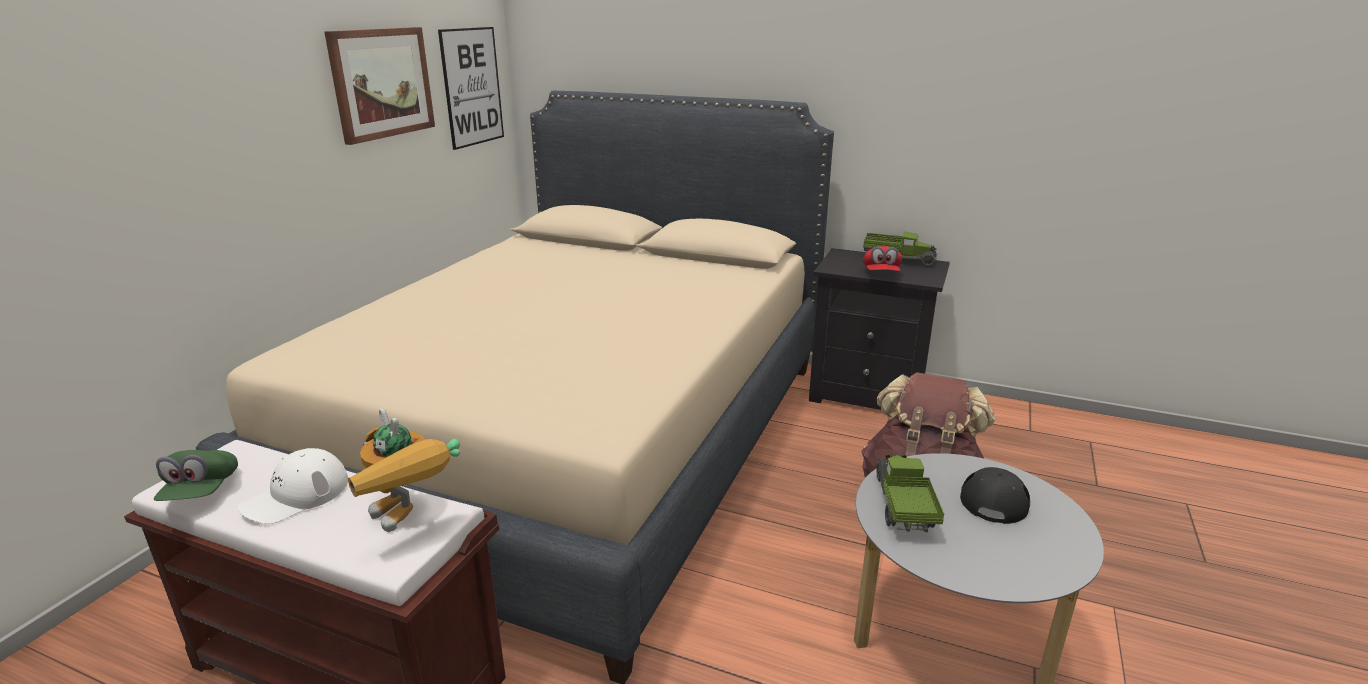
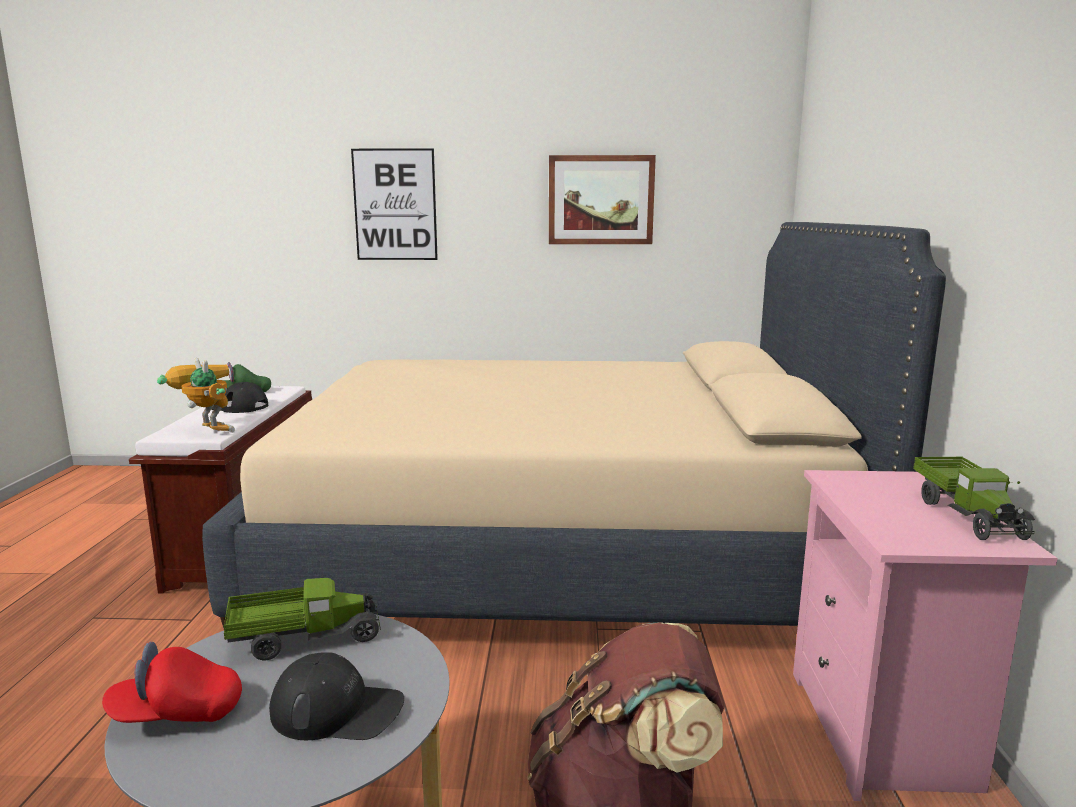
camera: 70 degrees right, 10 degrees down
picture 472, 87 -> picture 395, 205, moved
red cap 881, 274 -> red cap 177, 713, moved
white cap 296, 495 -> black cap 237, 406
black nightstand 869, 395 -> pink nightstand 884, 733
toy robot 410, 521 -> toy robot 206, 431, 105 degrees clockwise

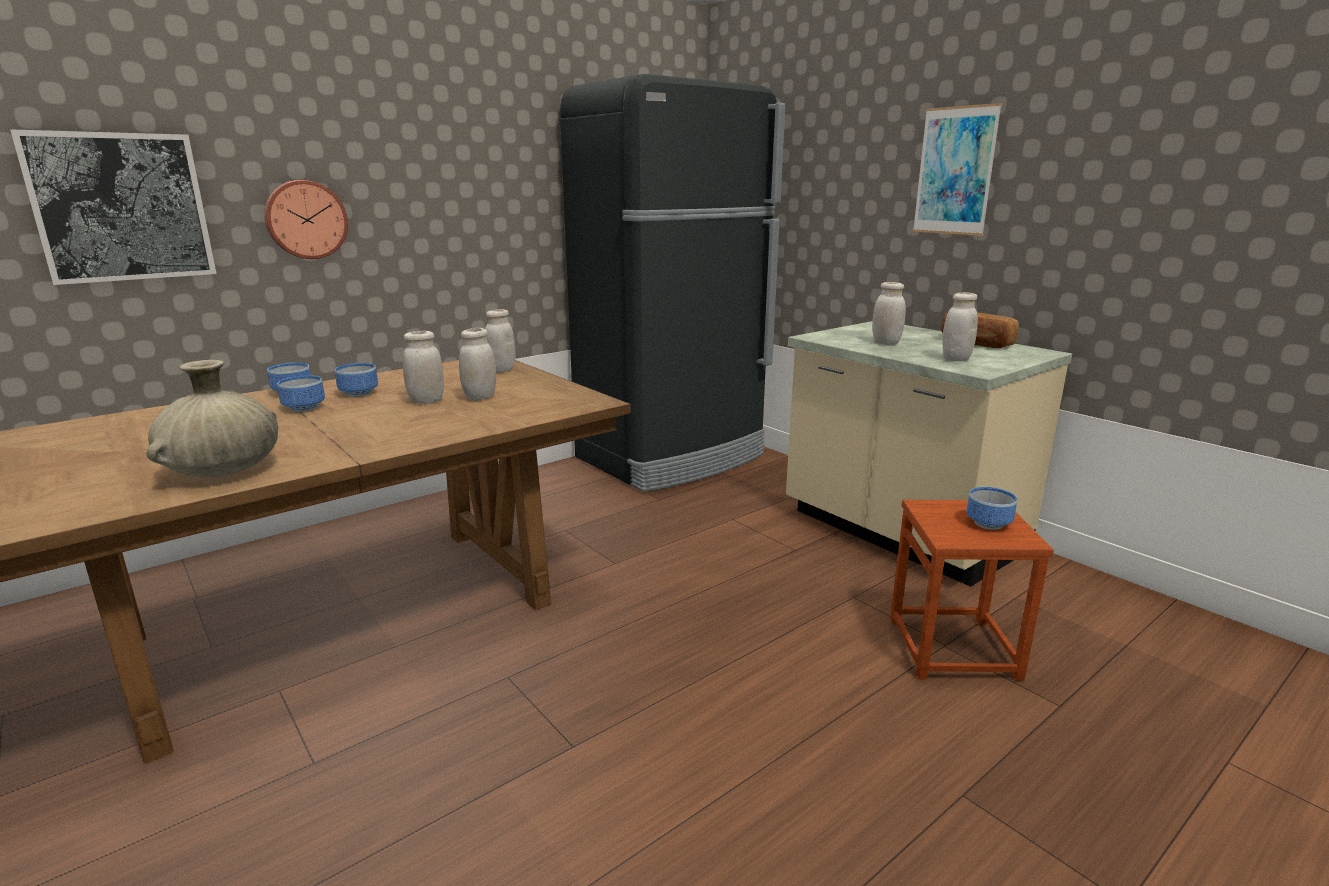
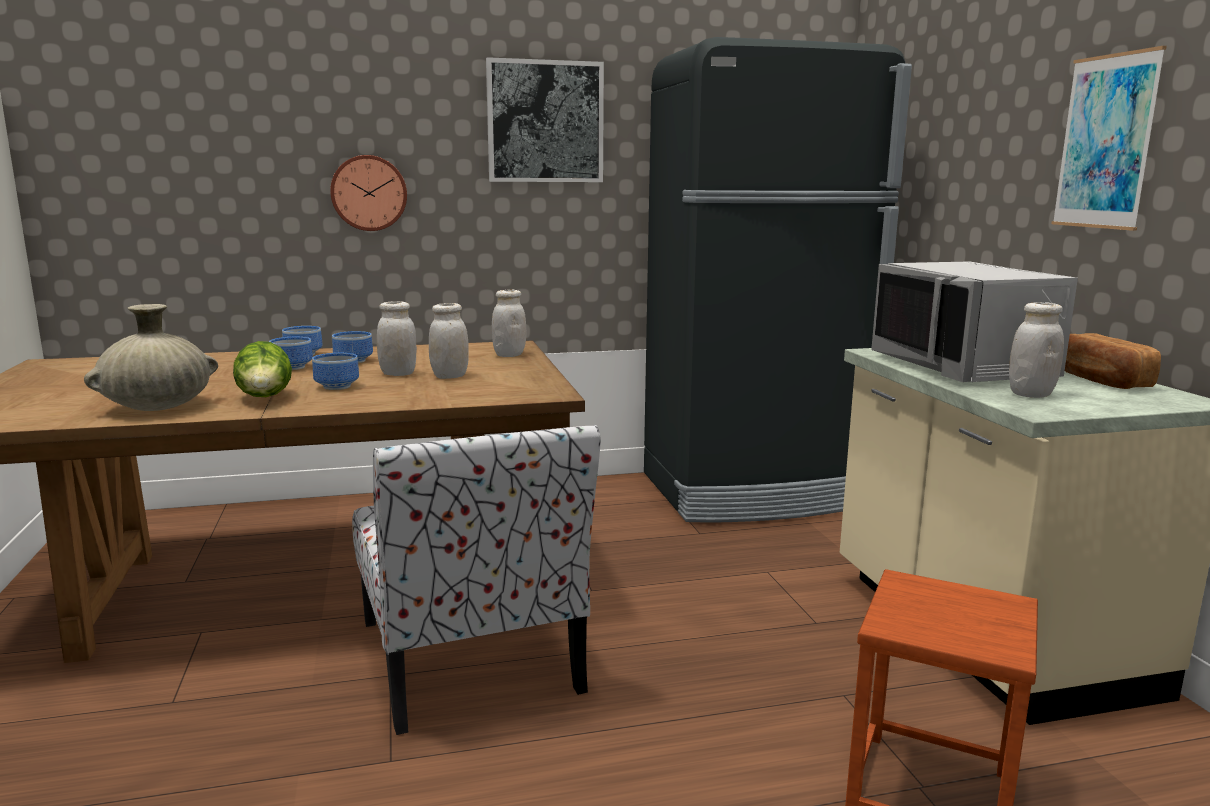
camera: 25 degrees right, 5 degrees down
none -> lettuce 265, 398
none -> chair 470, 659
picture 121, 207 -> picture 545, 122, moved
bowl 986, 523 -> bowl 336, 386, moved
white jar 886, 343 -> grey microwave 964, 367

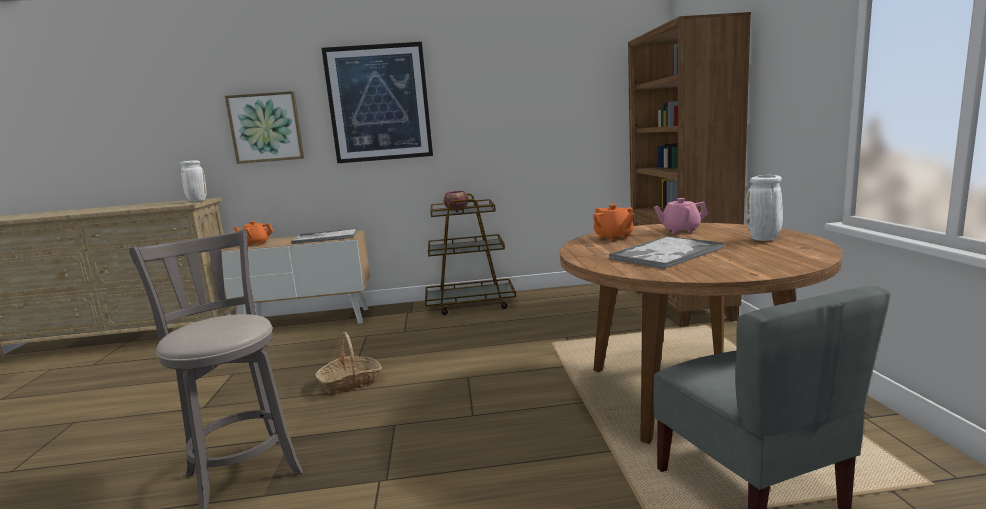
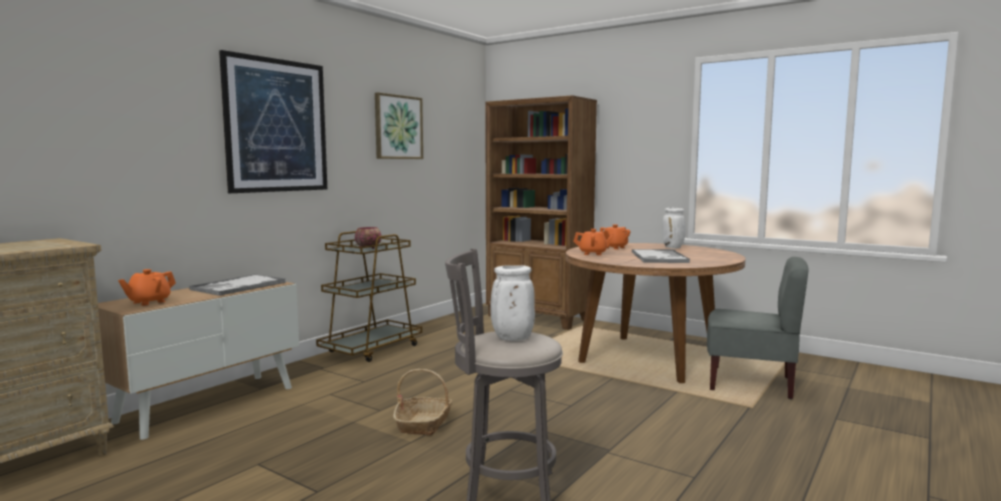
camera: 50 degrees left, 5 degrees down
white vase 197, 201 -> white vase 511, 338, moved
picture 266, 127 -> picture 398, 127, moved
pink teapot 680, 230 -> orange teapot 614, 247

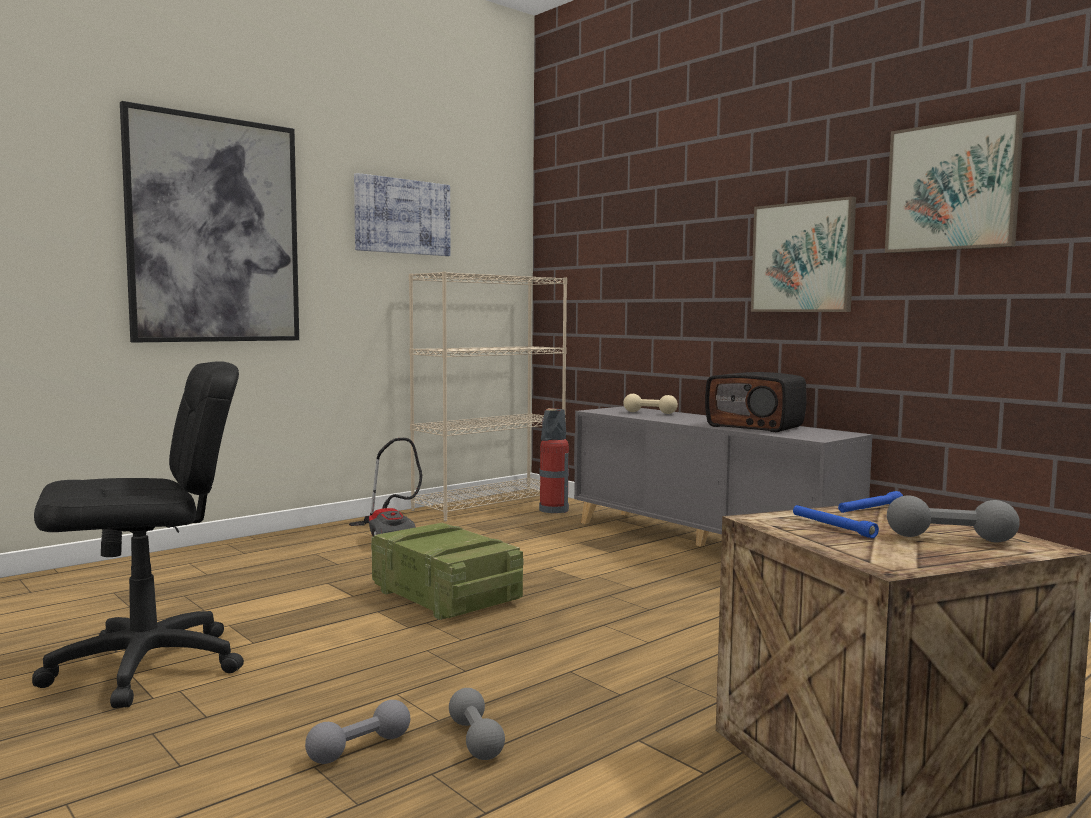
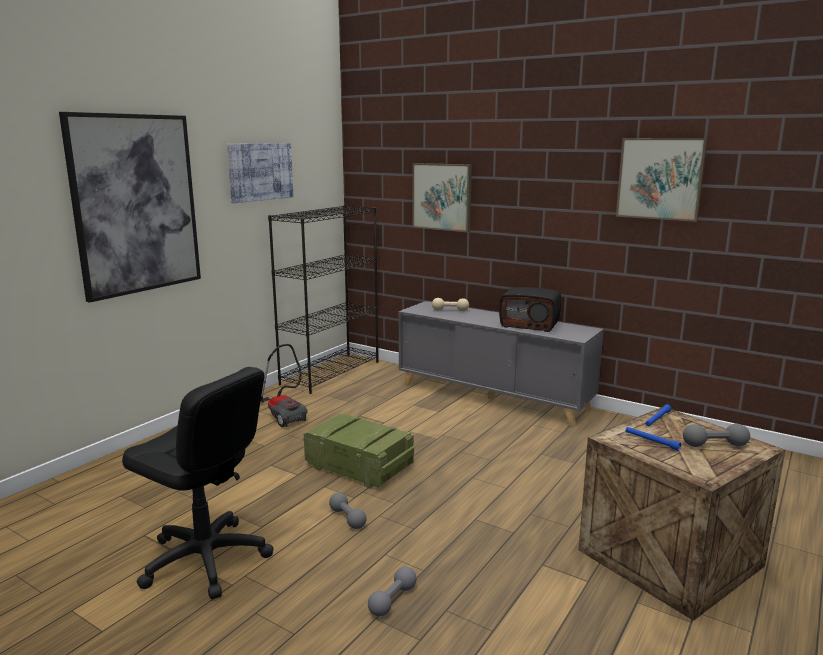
camera: 15 degrees left, 10 degrees up
fire extinguisher 552, 510 -> none
grey dumbbell 475, 740 -> grey dumbbell 347, 518, moved
picture 802, 257 -> picture 442, 197, moved
beige bookcase 490, 504 -> black bookcase 331, 372
black office chair 147, 667 -> black office chair 205, 560, 75 degrees clockwise

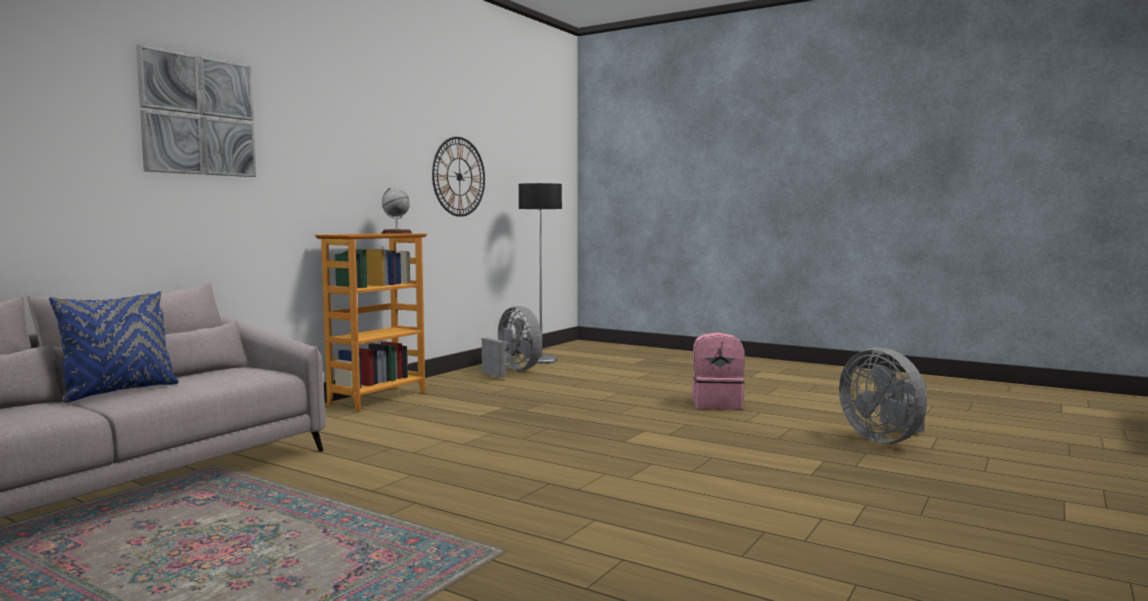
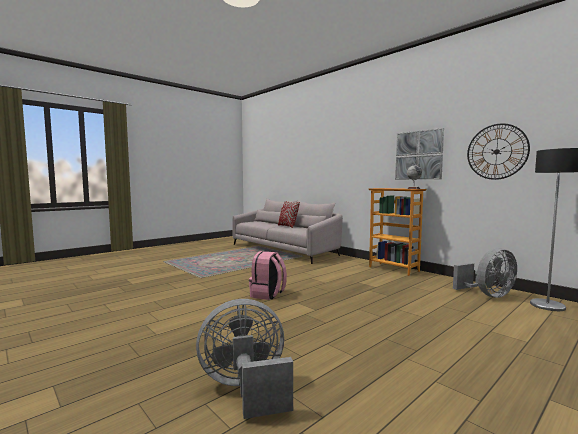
camera: 105 degrees right, 0 degrees up
picture 198, 115 -> picture 418, 155, moved
pink backpack 717, 404 -> pink backpack 267, 295, moved
blue pillow 119, 391 -> red pillow 287, 226

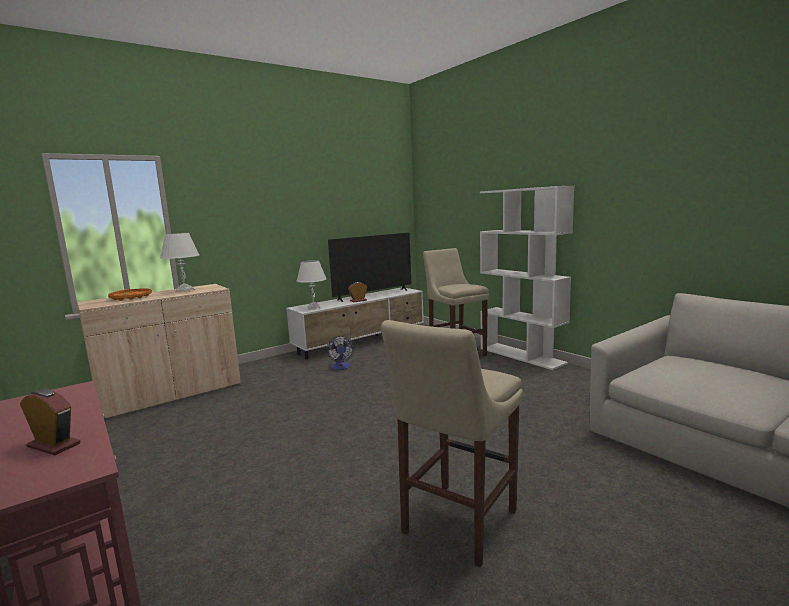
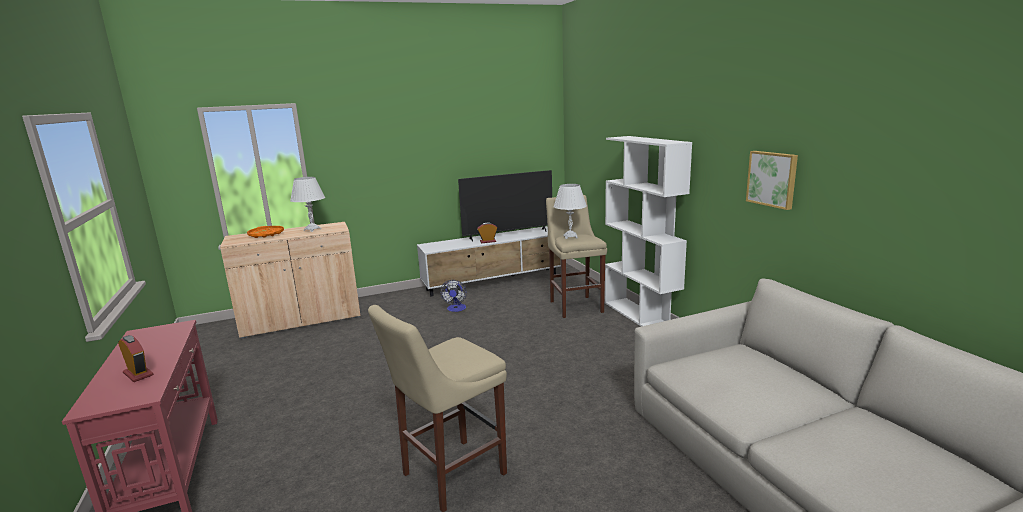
camera: 15 degrees right, 5 degrees up
none -> picture 772, 179
white table lamp 313, 308 -> white table lamp 570, 237, moved

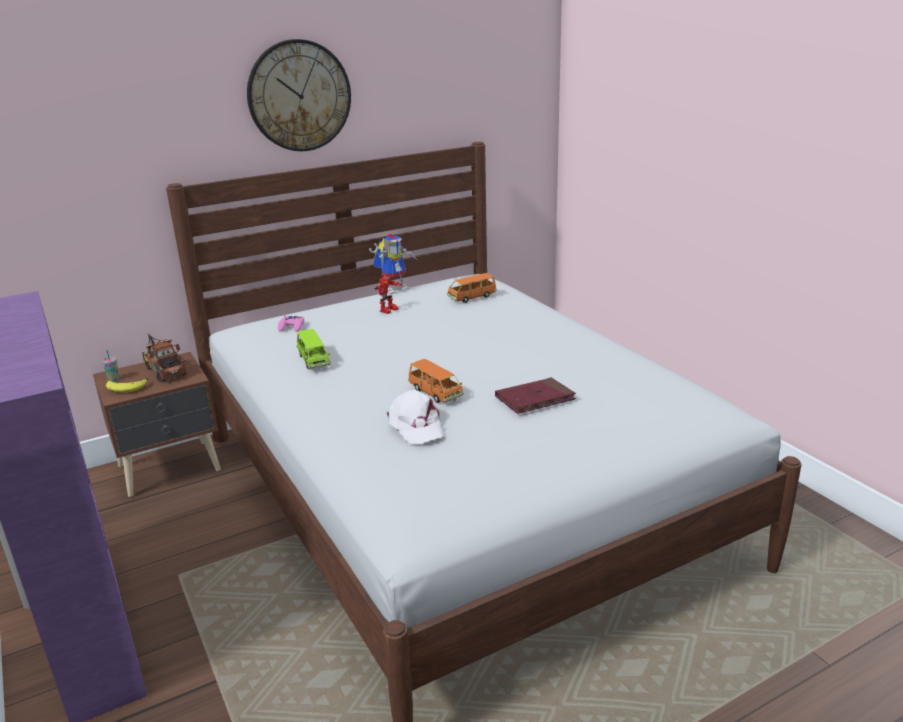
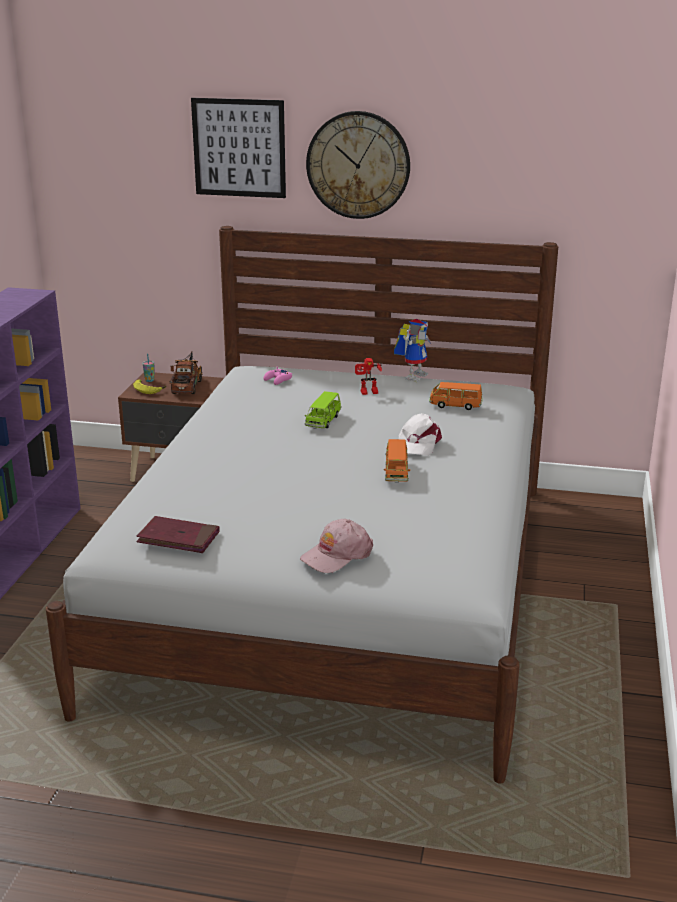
camera: 40 degrees right, 0 degrees up
none -> picture 239, 148
none -> pink cap 337, 555
green toy car 313, 360 -> green toy car 323, 421, moved
white cap 416, 426 -> white cap 418, 443, moved
orange toy car 435, 393 -> orange toy car 396, 473, moved
red book 535, 399 -> red book 178, 538, moved
toy robot 395, 288 -> toy robot 413, 375, 60 degrees counterclockwise

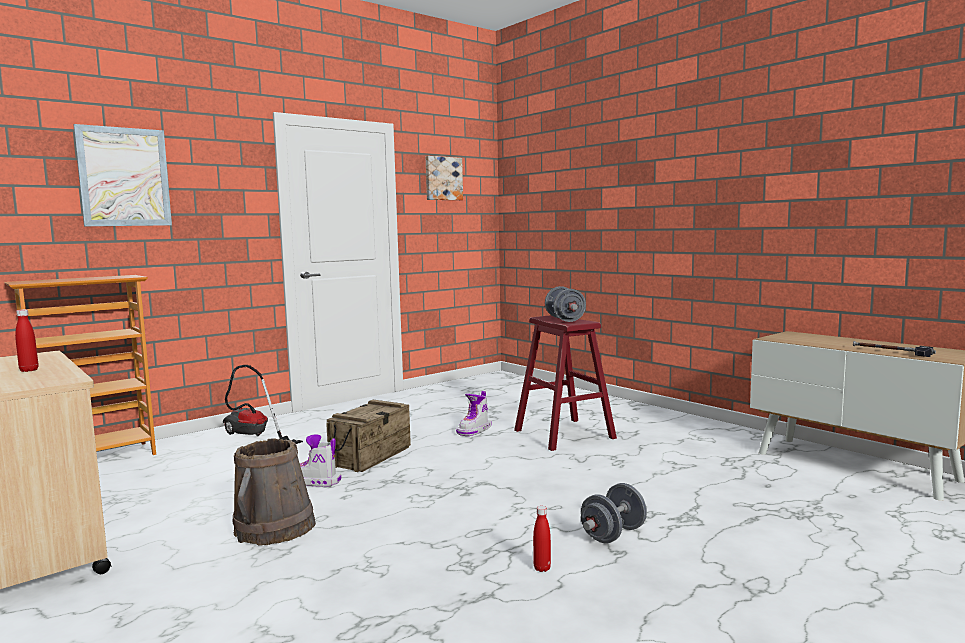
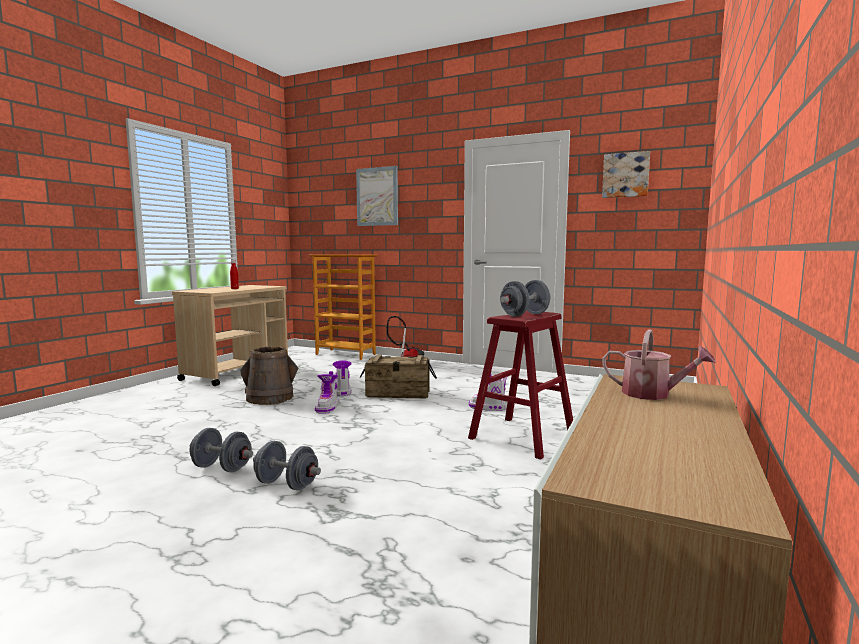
camera: 65 degrees right, 0 degrees up
hammer 891, 352 -> none
none -> boot 328, 407
none -> watering can 653, 394
red bottle 542, 568 -> grey dumbbell 222, 468

